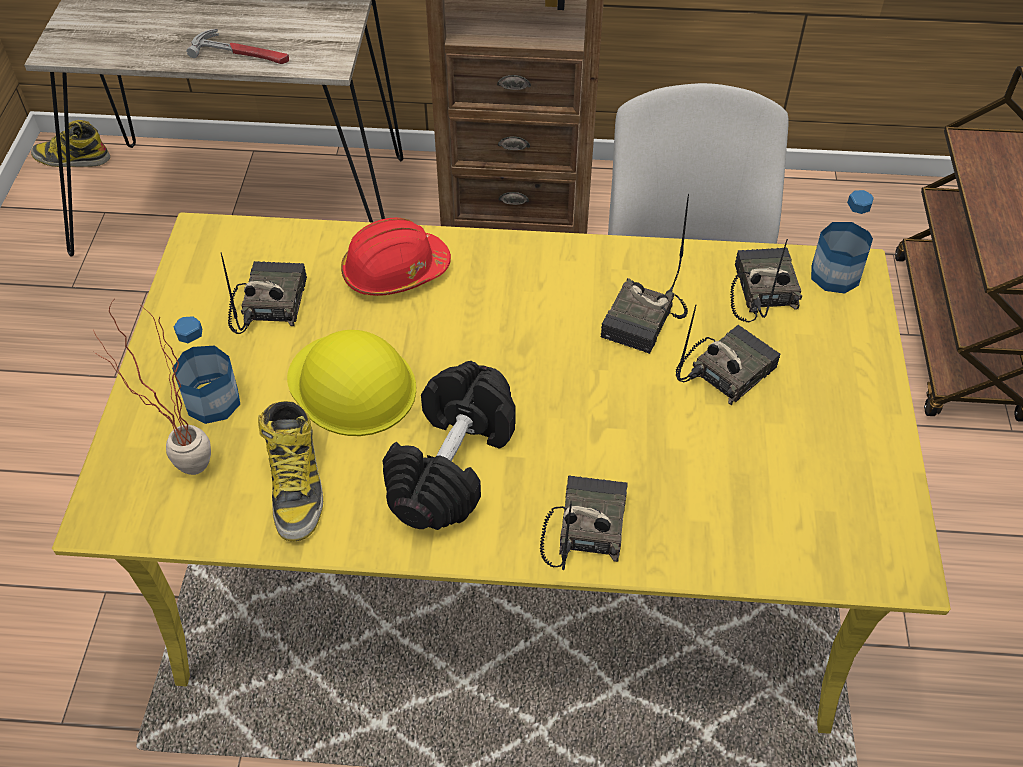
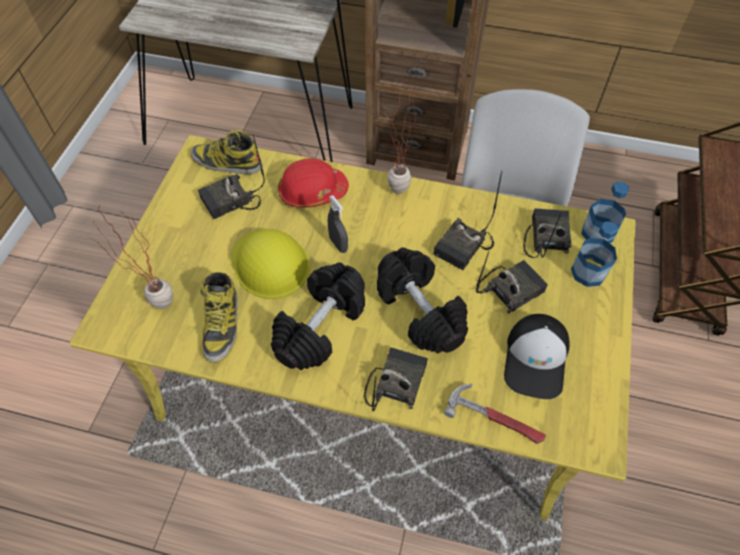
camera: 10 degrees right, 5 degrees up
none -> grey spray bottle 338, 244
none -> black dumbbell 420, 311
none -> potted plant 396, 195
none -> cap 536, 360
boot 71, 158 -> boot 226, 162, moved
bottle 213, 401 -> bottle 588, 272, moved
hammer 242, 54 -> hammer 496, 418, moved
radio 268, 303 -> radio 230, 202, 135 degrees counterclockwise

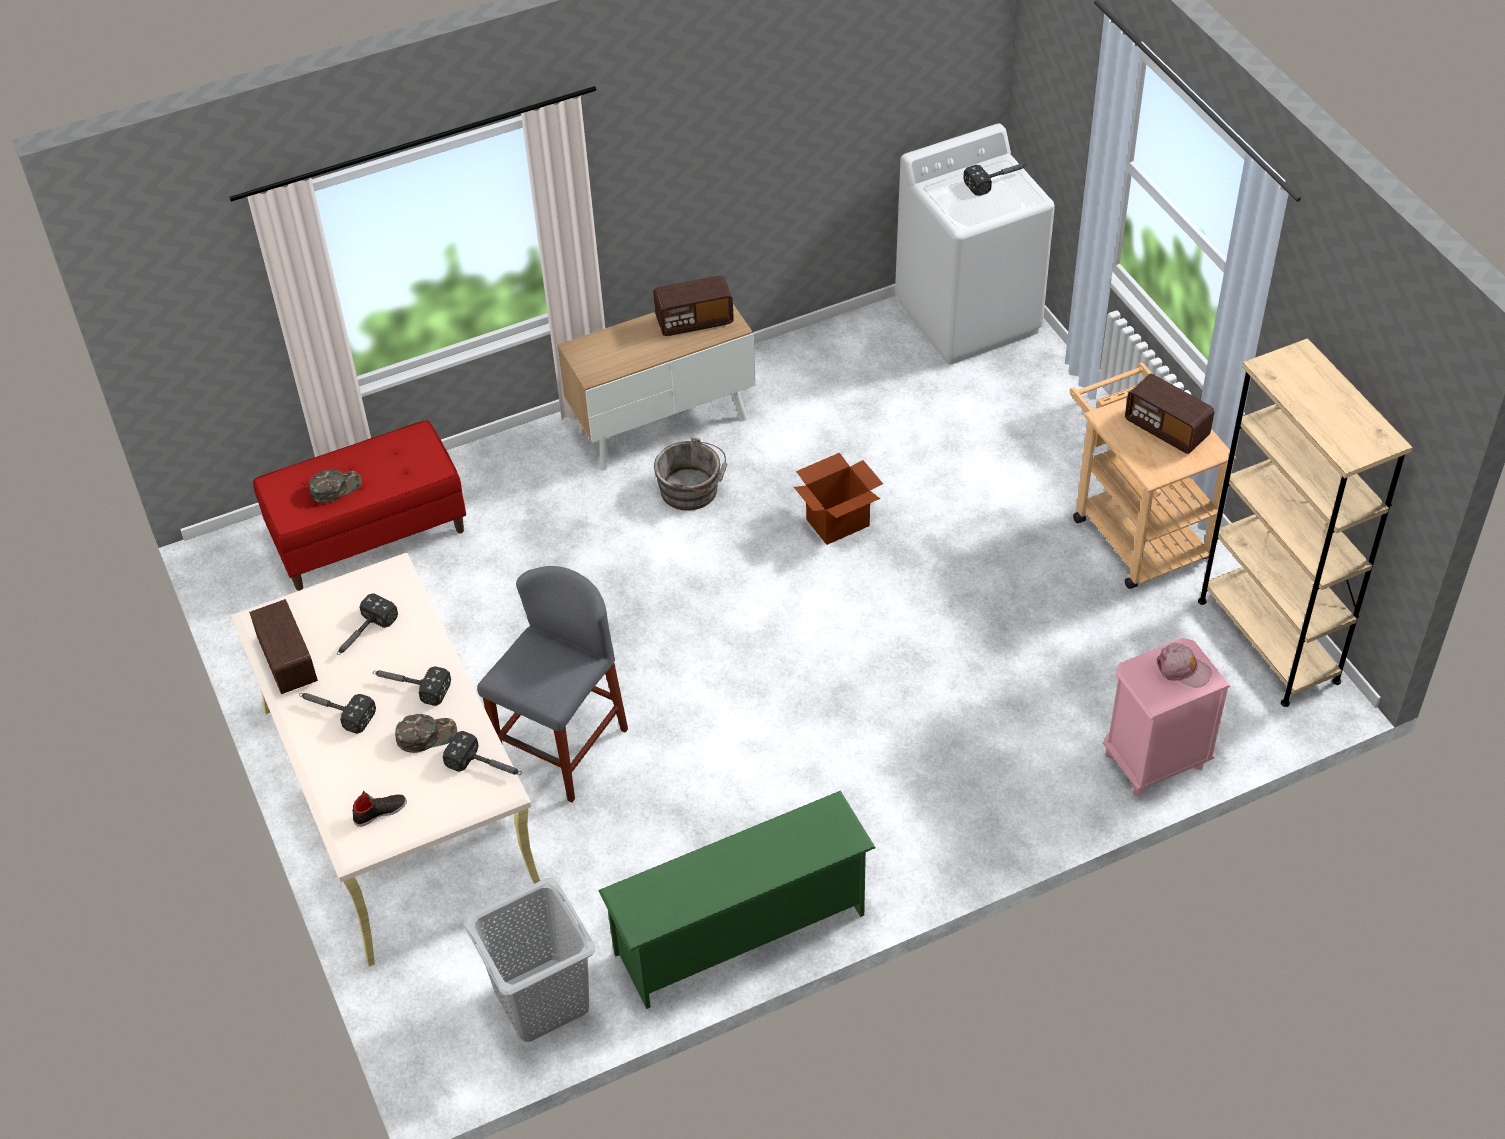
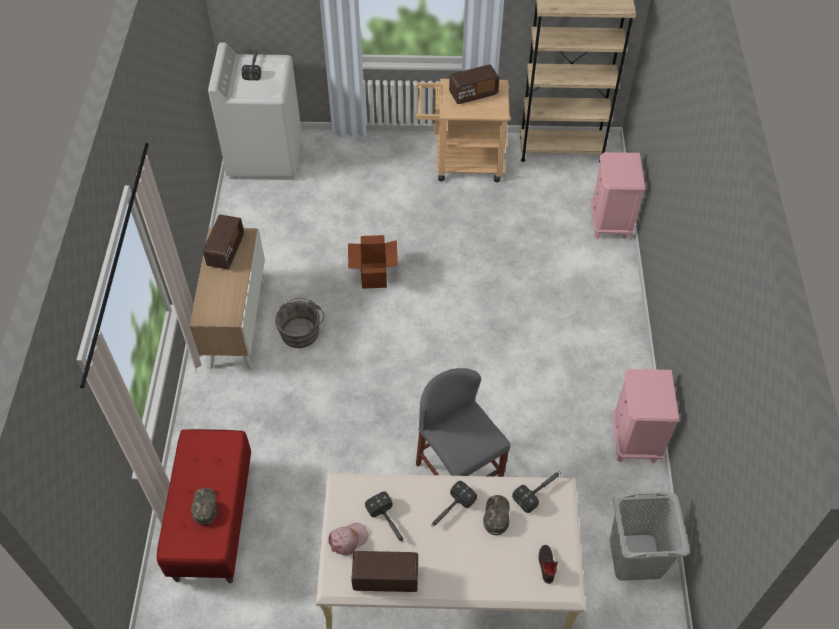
camera: 65 degrees left, 5 degrees up
hammer 335, 711 -> none
pink cap 1182, 669 -> pink cap 348, 539, moved
green shoe rack 741, 935 -> pink nightstand 635, 440

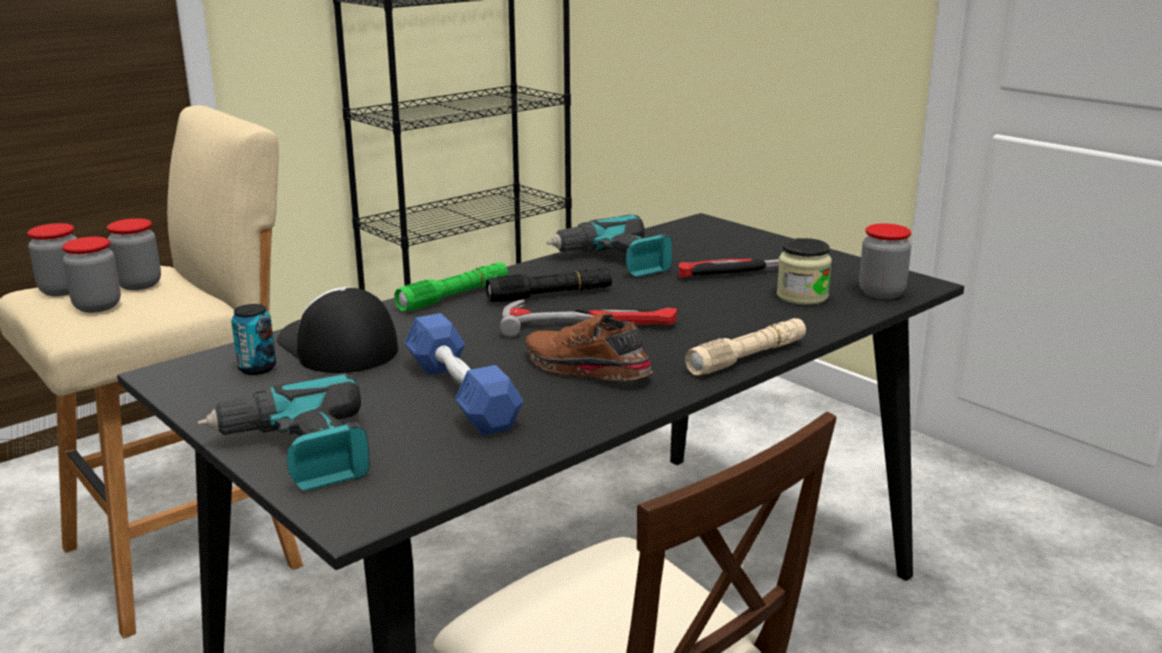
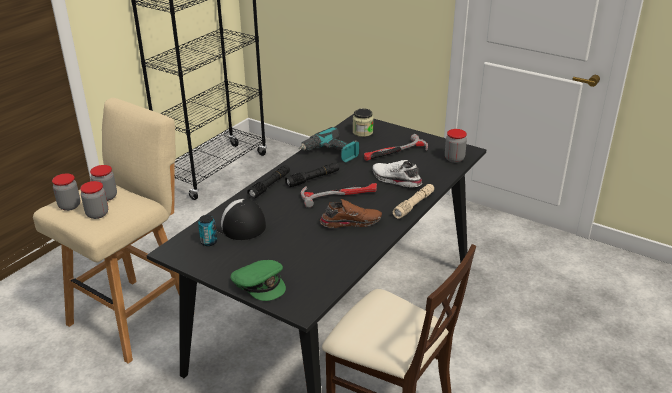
camera: 15 degrees left, 10 degrees up
blue dumbbell 461, 394 -> none
none -> white shoe 395, 180
jar 802, 296 -> jar 362, 132, moved
power drill 298, 453 -> green cap 260, 284
green flashlight 454, 296 -> black flashlight 269, 186
brown shoe 584, 369 -> brown shoe 350, 221, 150 degrees clockwise

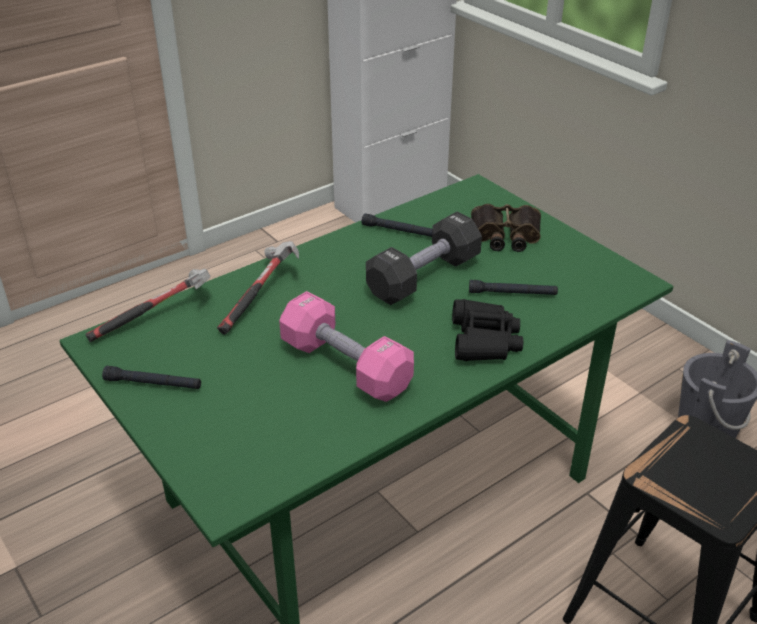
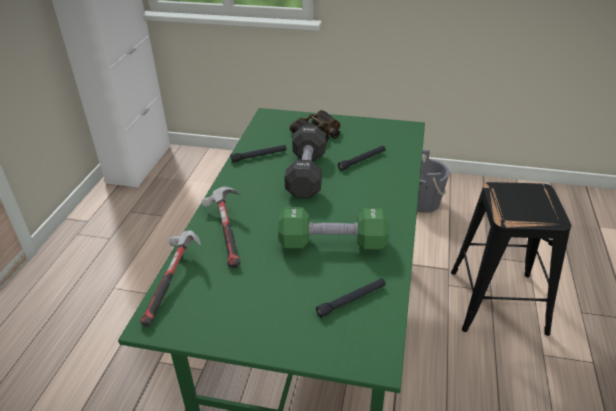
camera: 40 degrees left, 0 degrees up
black binoculars 484, 340 -> none
black flashlight 153, 384 -> black flashlight 352, 300, moved
pink dumbbell 345, 366 -> green dumbbell 332, 243

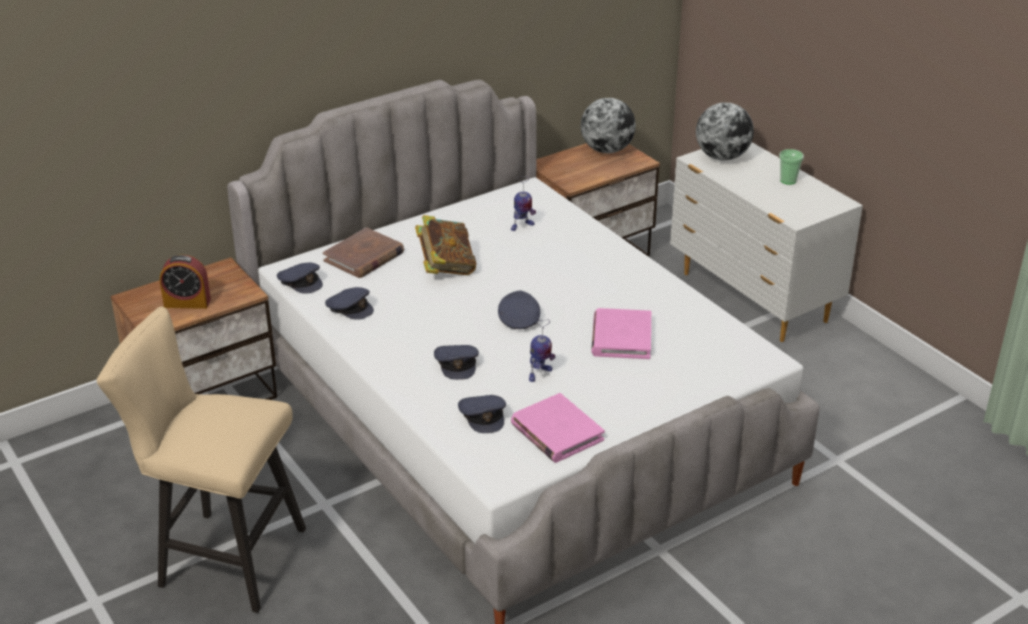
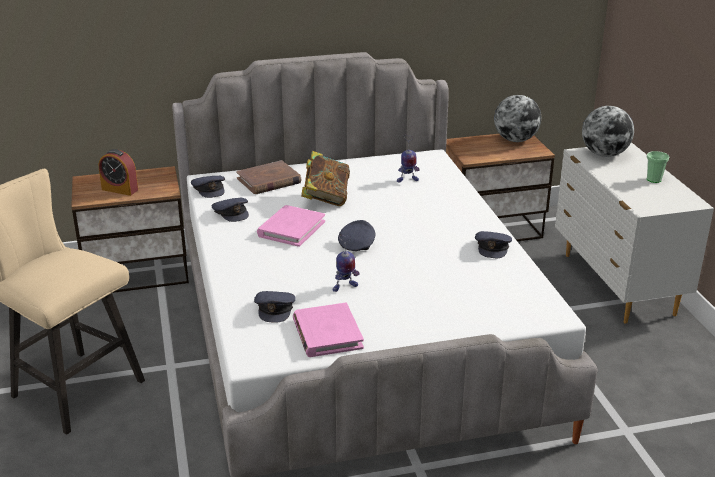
camera: 20 degrees right, 5 degrees down
grey cap 457, 364 -> grey cap 492, 247, moved
pink book 621, 337 -> pink book 291, 229, moved

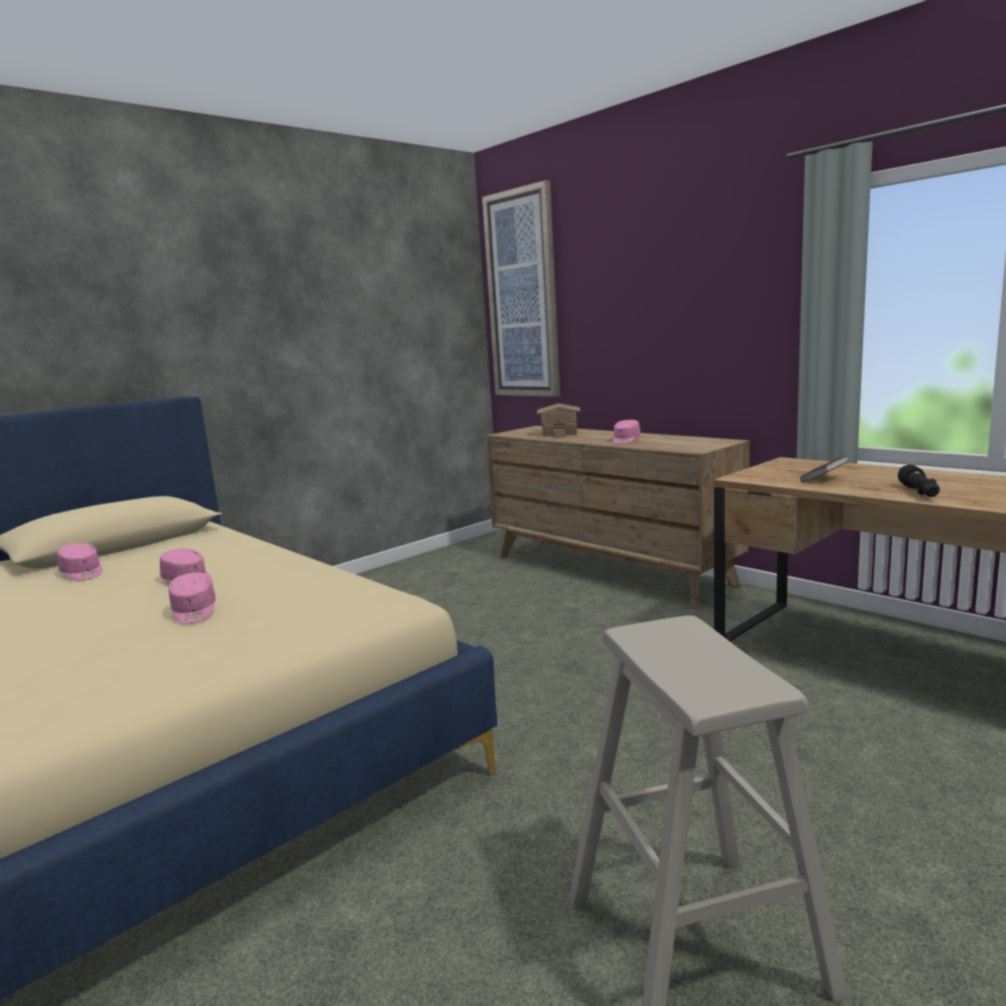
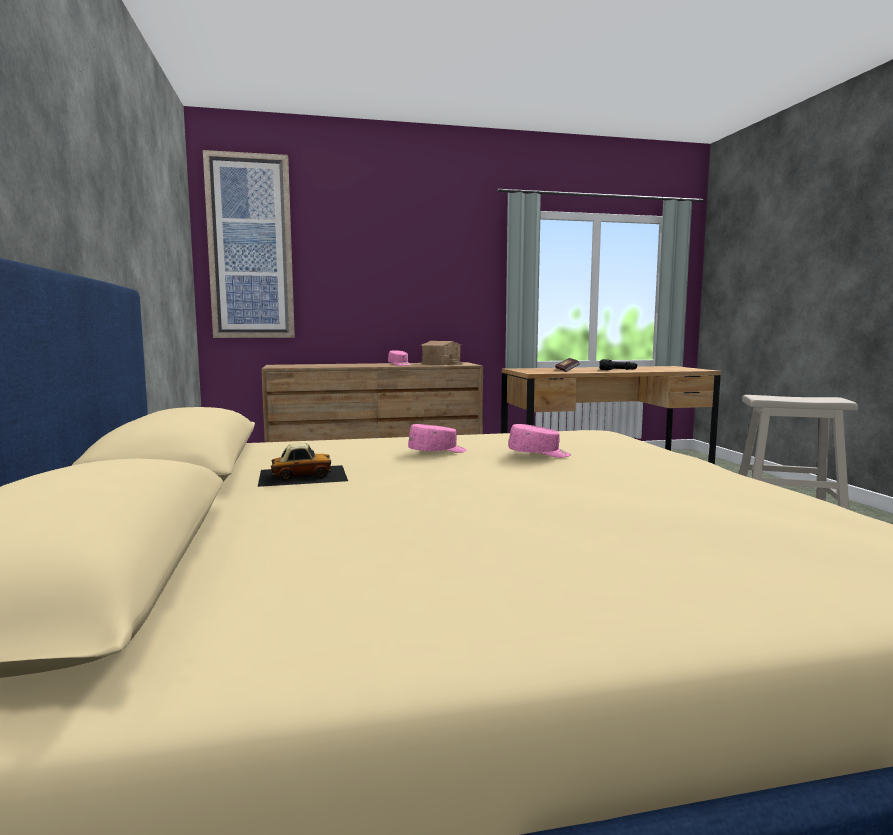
camera: 60 degrees left, 5 degrees down
toy house 560, 433 -> toy house 441, 363, moved
pink cap 83, 573 -> toy car 302, 475

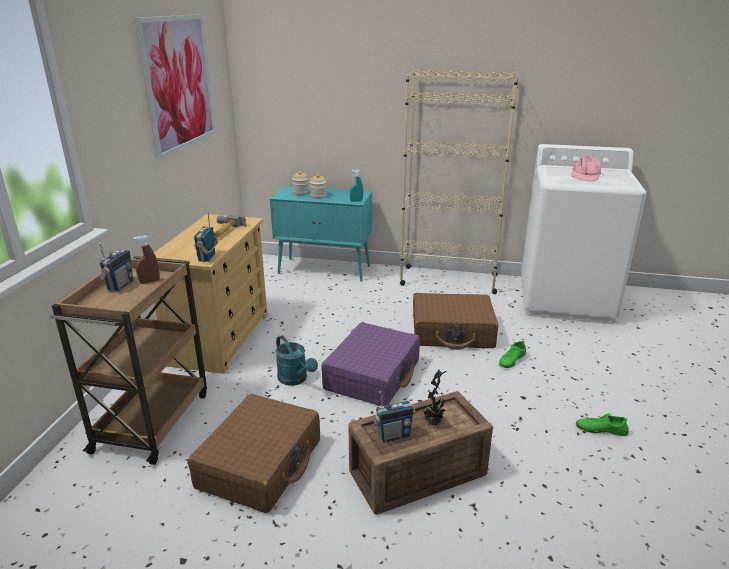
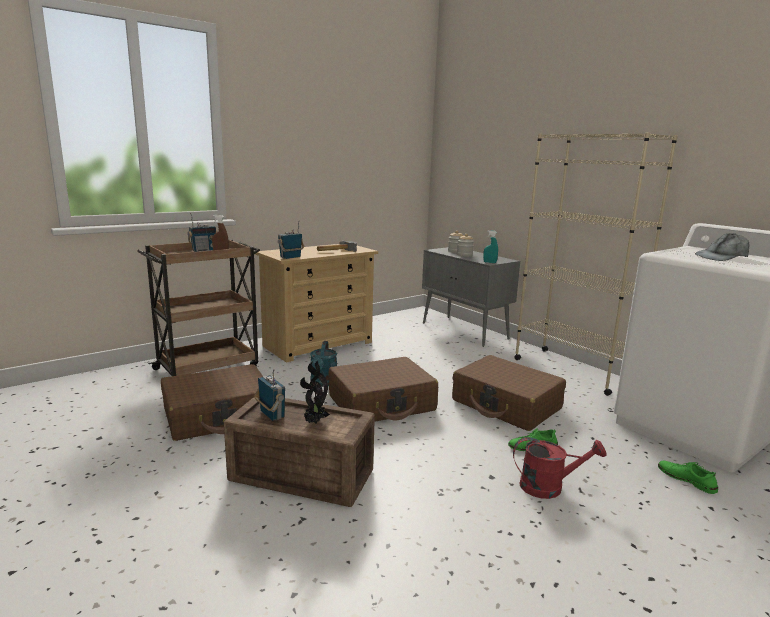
camera: 40 degrees right, 10 degrees down
picture 179, 83 -> none
none -> red watering can 549, 487
green shoe 601, 429 -> green shoe 686, 479, moved
turquoise cabinet 325, 269 -> grey cabinet 465, 331
purple suitcase 373, 375 -> brown suitcase 382, 403
pink cap 585, 175 -> grey cap 722, 257
radio 393, 435 -> radio 271, 415, 150 degrees counterclockwise

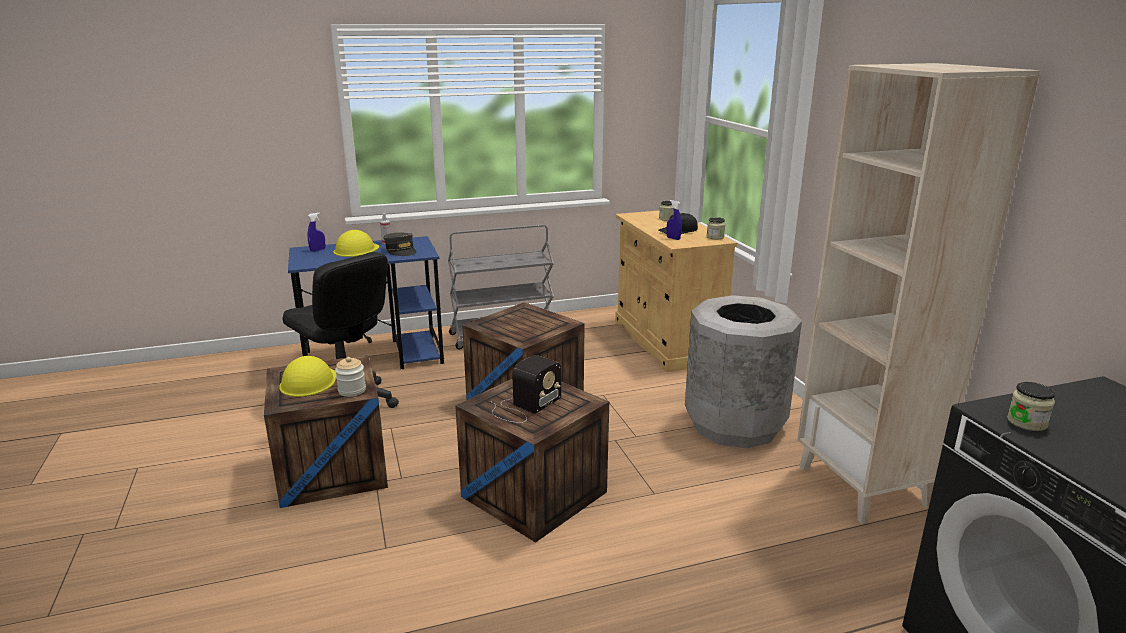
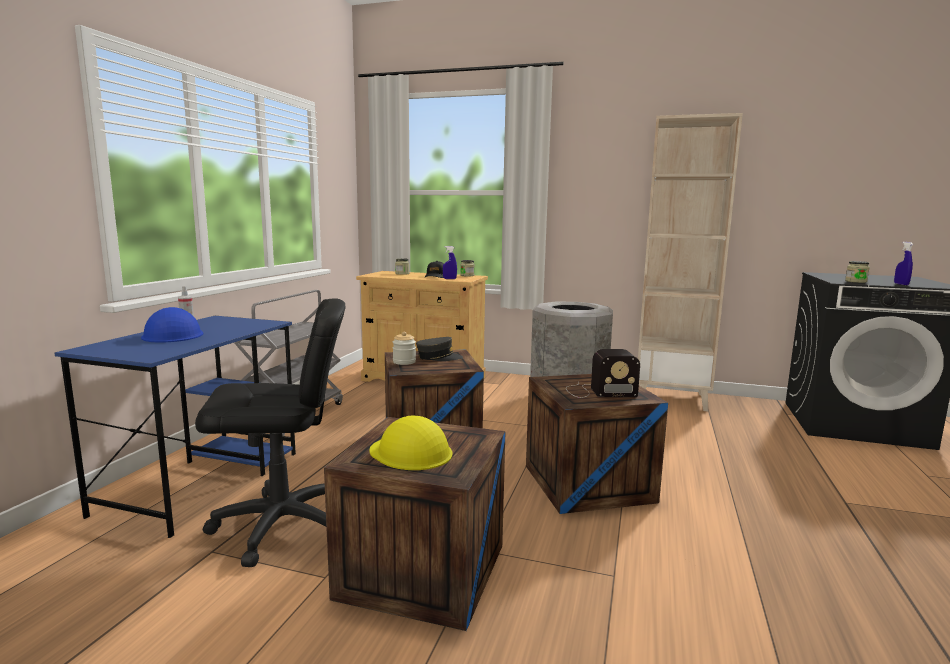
camera: 55 degrees left, 10 degrees down
blue spray bottle 317, 250 -> blue spray bottle 901, 284, moved
jar 352, 390 -> jar 404, 362, moved
grey cap 401, 251 -> grey cap 438, 357, moved
yellow hard hat 356, 249 -> blue hard hat 172, 335
radio 524, 406 -> radio 598, 391, 105 degrees clockwise

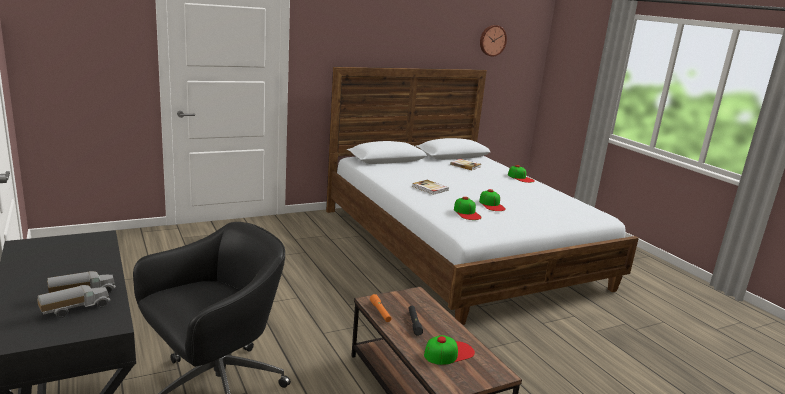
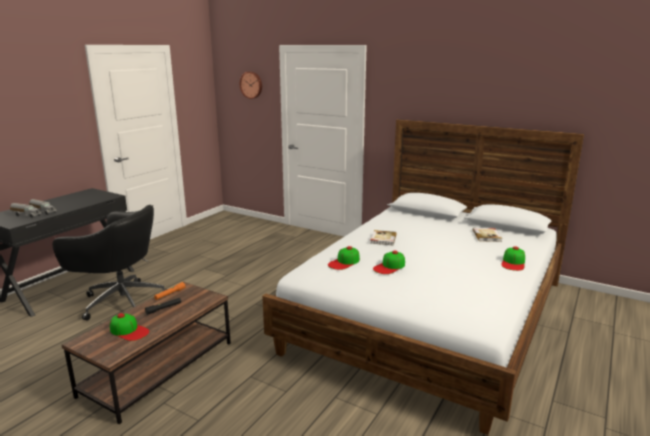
camera: 60 degrees right, 0 degrees up
wall clock 492, 40 -> wall clock 251, 85, moved

